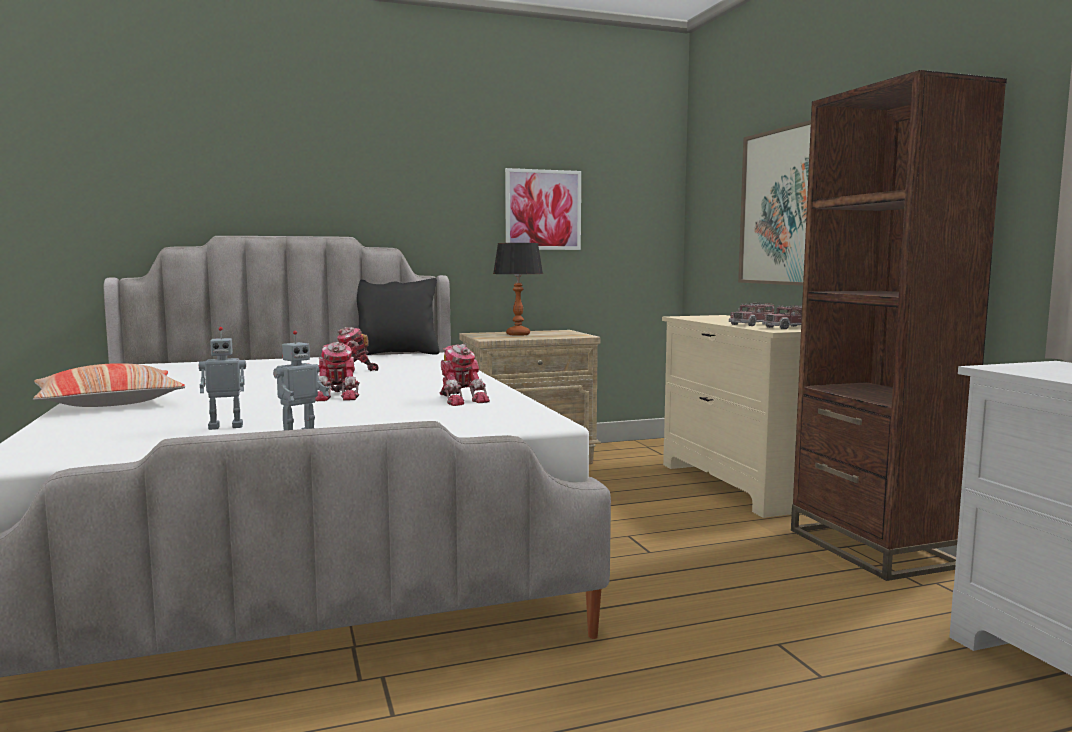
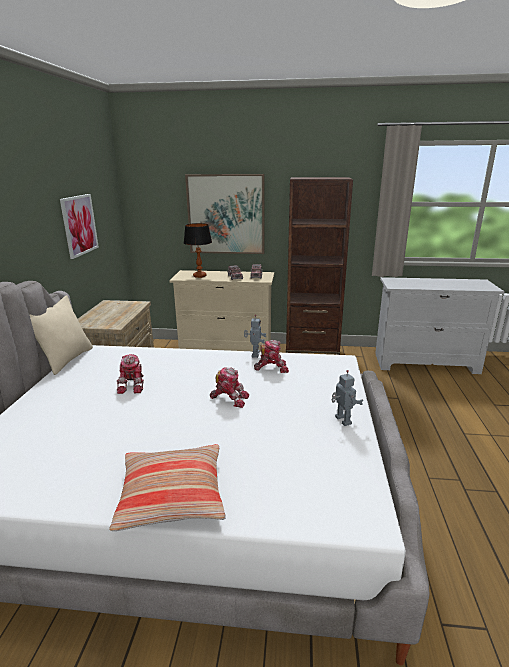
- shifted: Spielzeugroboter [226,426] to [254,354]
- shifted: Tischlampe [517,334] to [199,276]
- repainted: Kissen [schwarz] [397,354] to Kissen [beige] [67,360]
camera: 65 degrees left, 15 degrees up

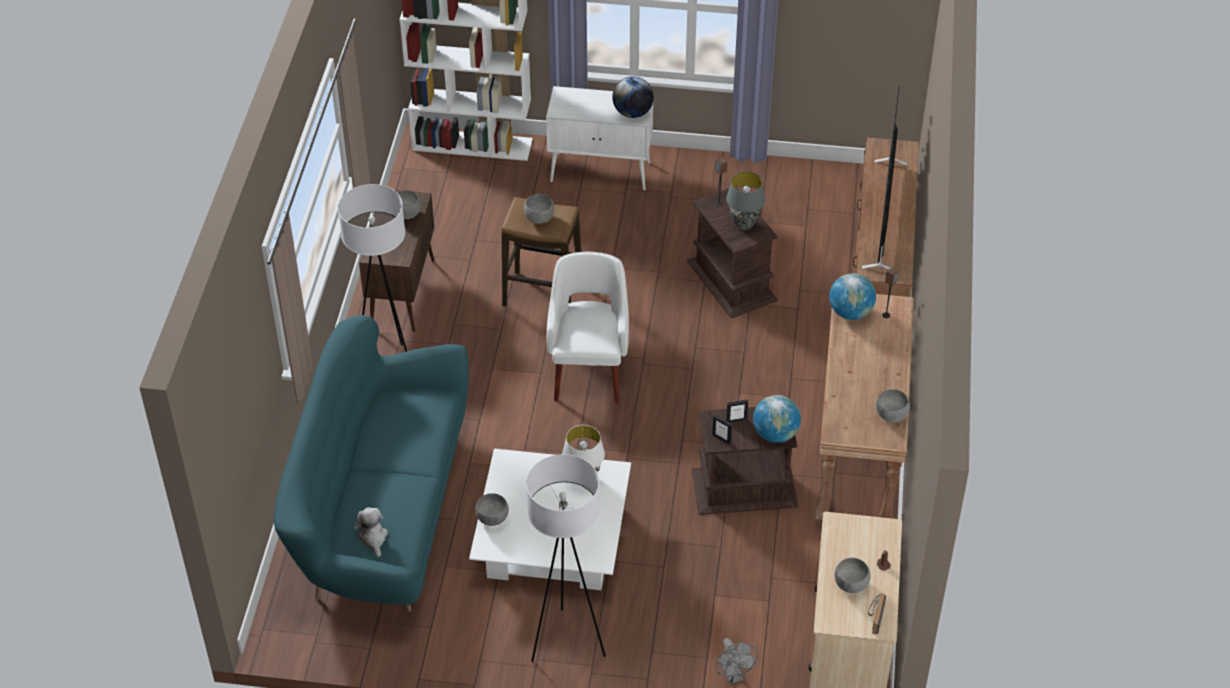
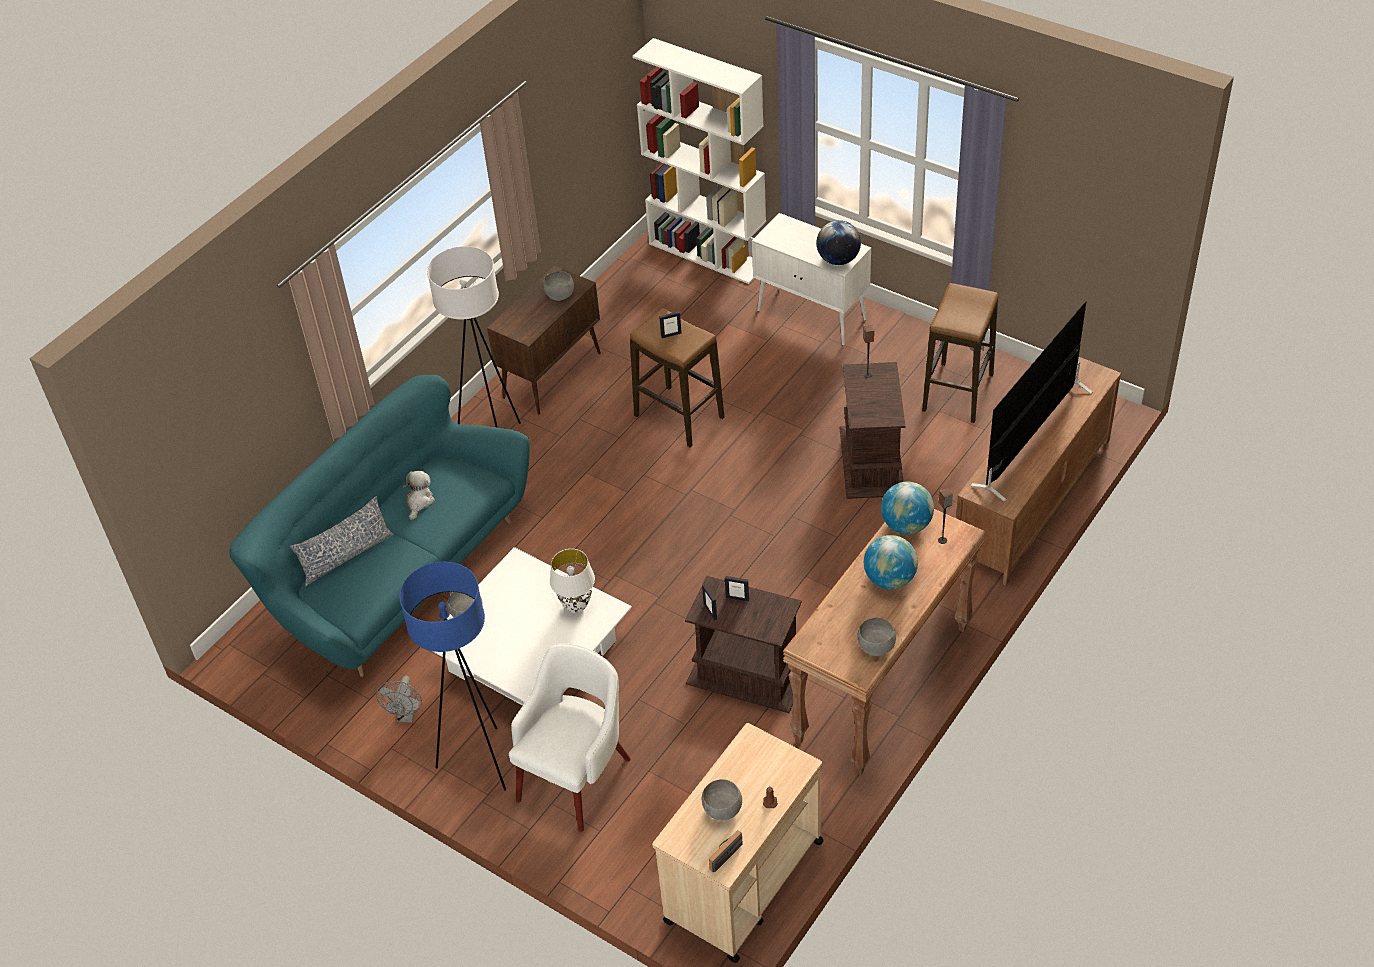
- gone: Tischlampe [grau] [744,225]
- new: Kissen [346,556]
- new: Hocker [958,393]
- shifted: Plüschtier [373,538] to [419,501]
- shifted: Sessel [weiß] [589,369] to [576,776]
- shifted: Ventilator [grau] [733,675] to [407,715]
- shifted: Globus [775,434] to [889,579]
- swapped: Schüssel [grau] [539,218] to Bilderrahmen [671,335]
- repainted: Stehlampe [weiß] [567,642] to Stehlampe [blau] [479,762]
camera: 30 degrees right, 0 degrees up

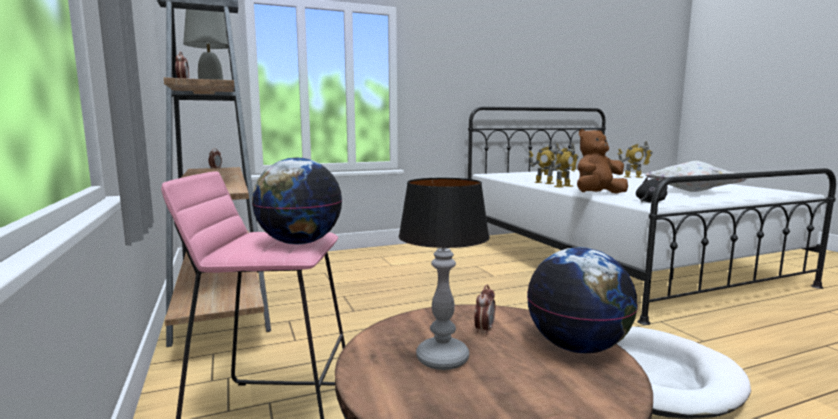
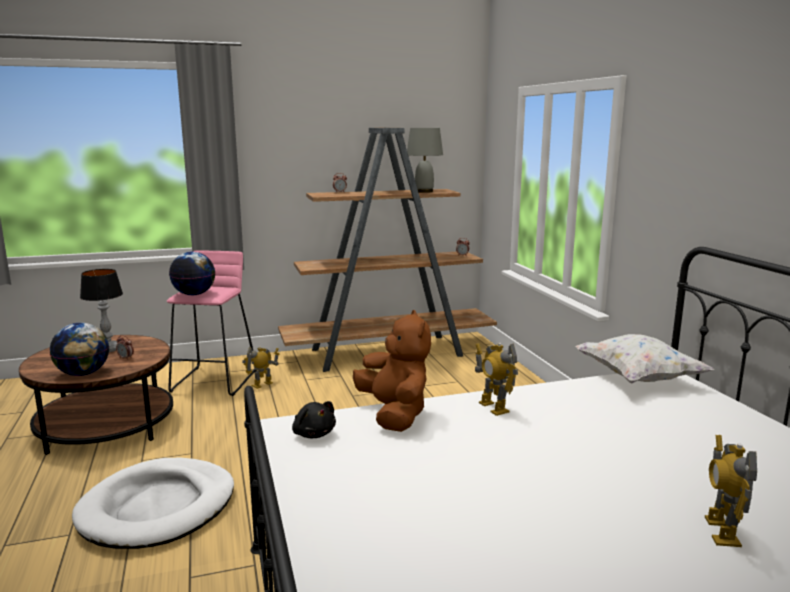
- shifted: Spielzeugroboter [544,183] to [262,384]
- shifted: Kissen [weiß] [692,191] to [637,378]
camera: 95 degrees right, 5 degrees up

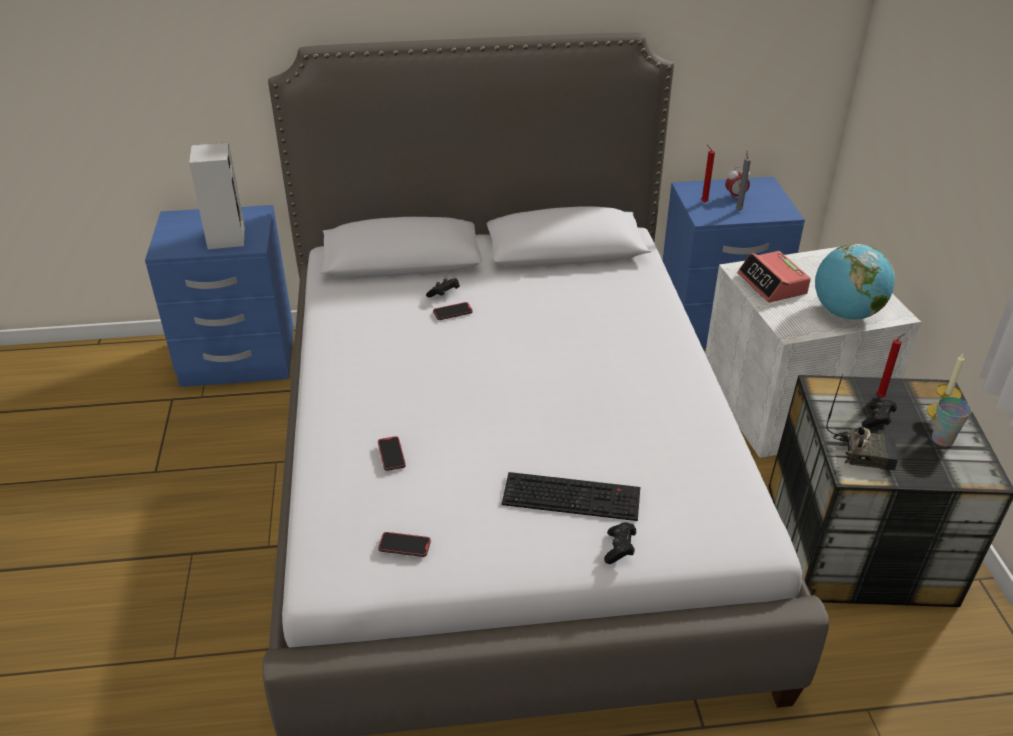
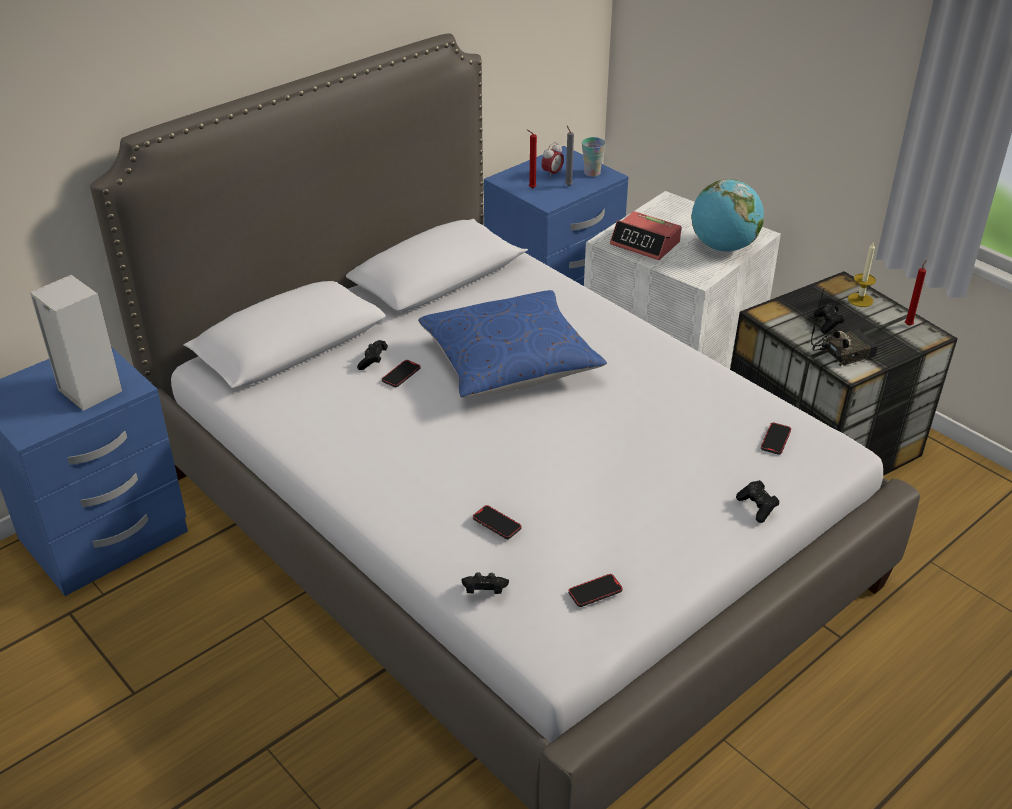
- gone: Tastatur [573,496]
- new: Kissen [blau] [509,363]
- new: Gamepad [schwarz] [484,591]
- new: Handy [775,440]
- shifted: Kerze [rot] [881,397] to [909,325]
- shifted: Tasse [942,439] to [592,173]
camera: 35 degrees left, 0 degrees up

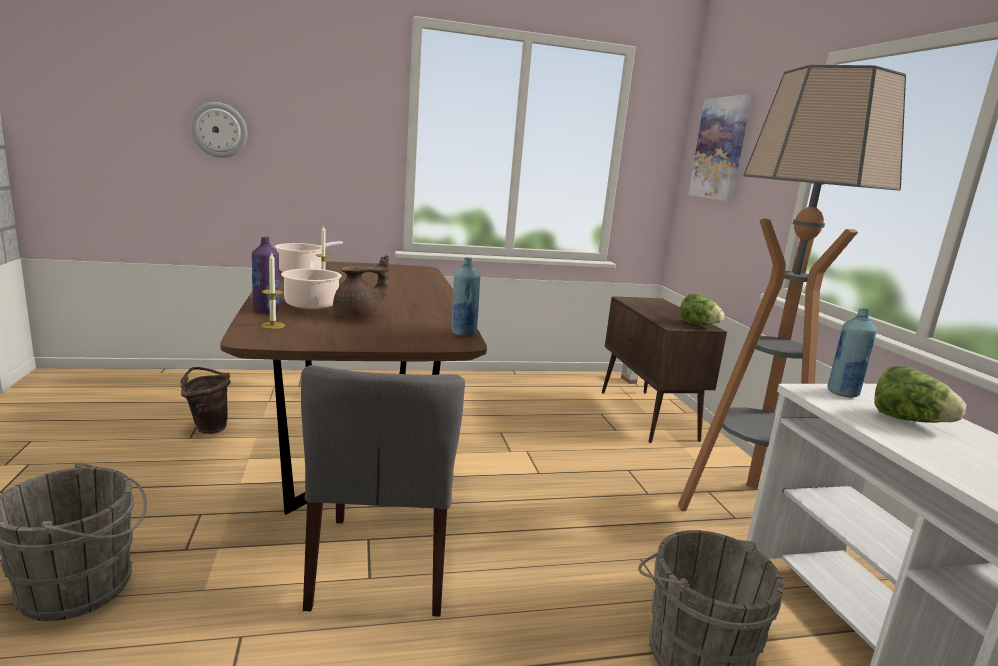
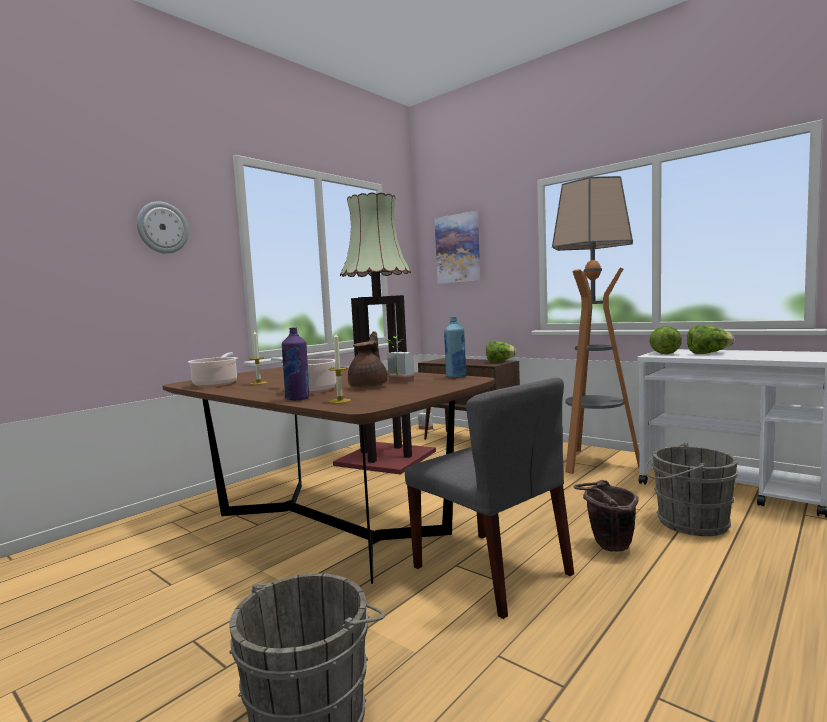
- new: Stehlampe [385,458]
- new: Topfpflanze [397,381]
- shifted: Eimer [braun] [207,427] to [607,546]
- shifted: Wanduhr [219,130] to [162,228]
- swapped: Flasche [blau] [842,393] to Salatkopf [663,353]
camera: 35 degrees left, 10 degrees down

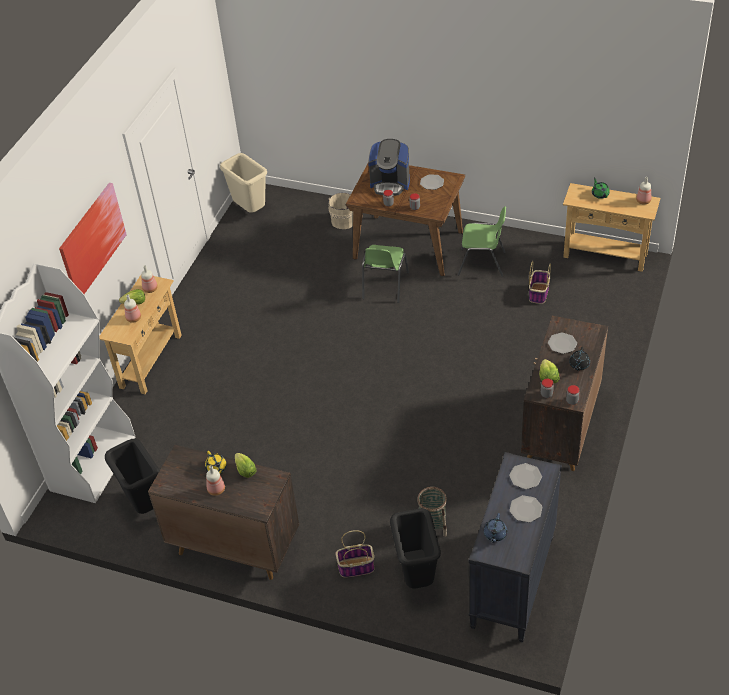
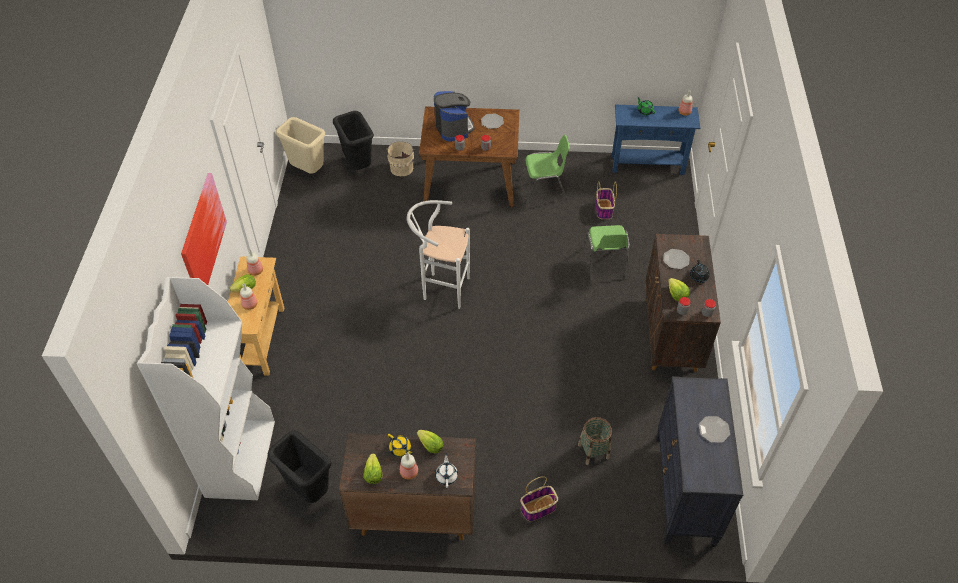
- gone: Teekanne [blau] [495,534]
- gone: Teller [525,477]
- new: Salatkopf [373,474]
- new: Hocker [weiß] [441,289]
- new: Teekanne [weiß] [447,476]
- shifted: Stuhl [grün] [384,286] to [604,264]
- shifted: Mülleimer [schwarz] [417,577] to [358,166]
- repainted: Konsolentisch [beige] [605,255] to Konsolentisch [blau] [647,165]
- rotated: Kaffeemaschine [390,183] = [453,128] 105 degrees counterclockwise
camera: 20 degrees left, 5 degrees up

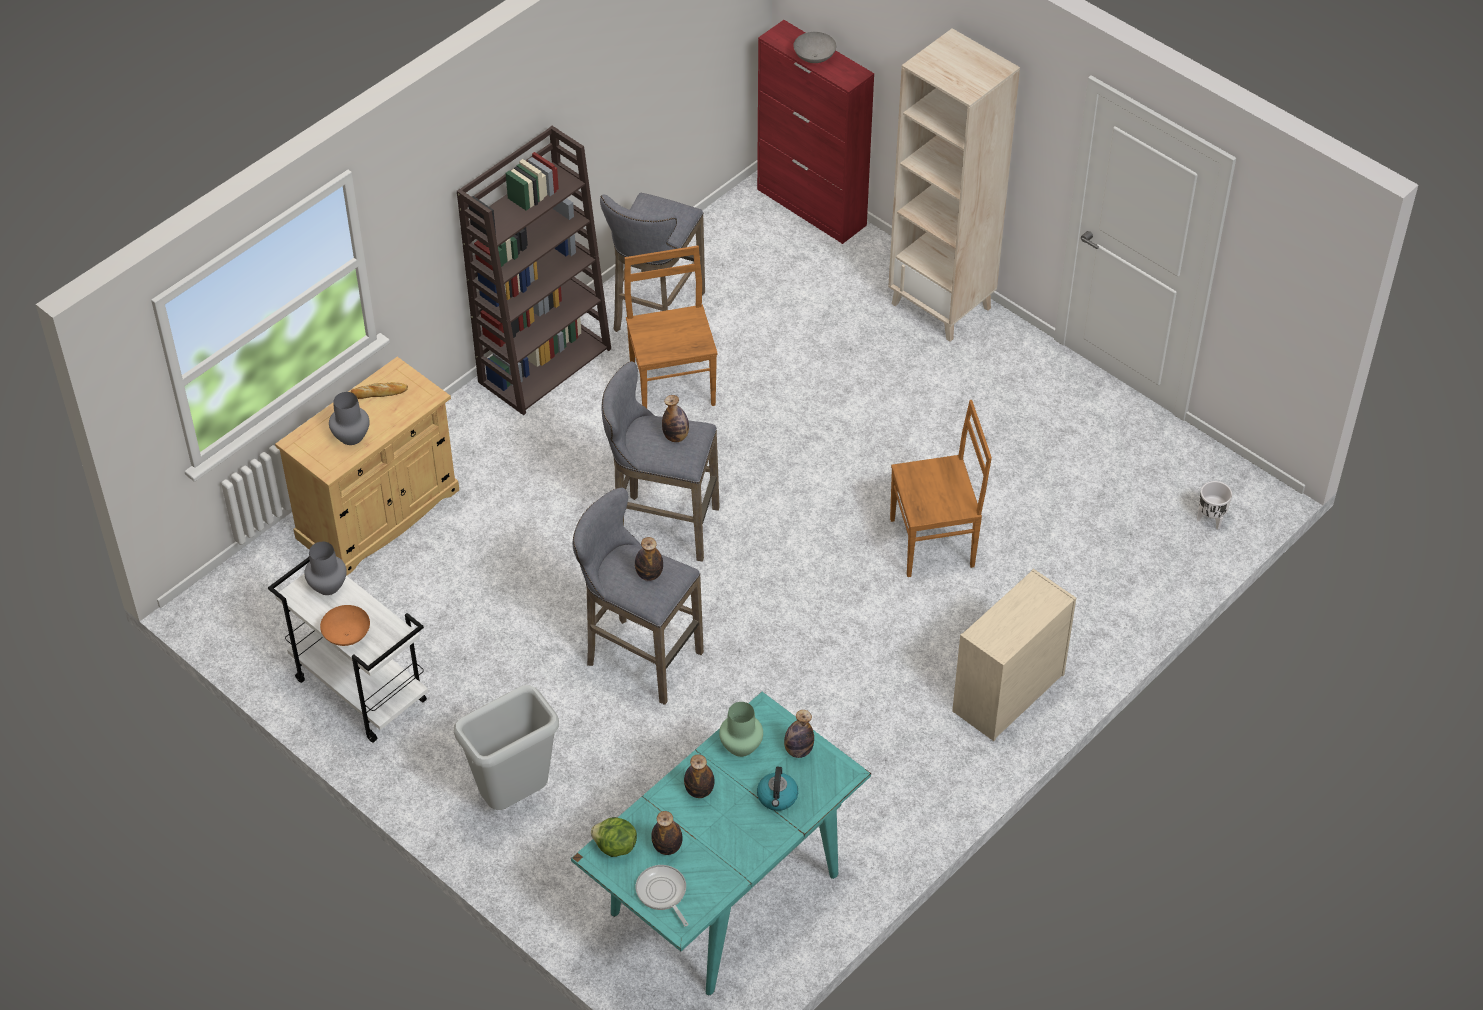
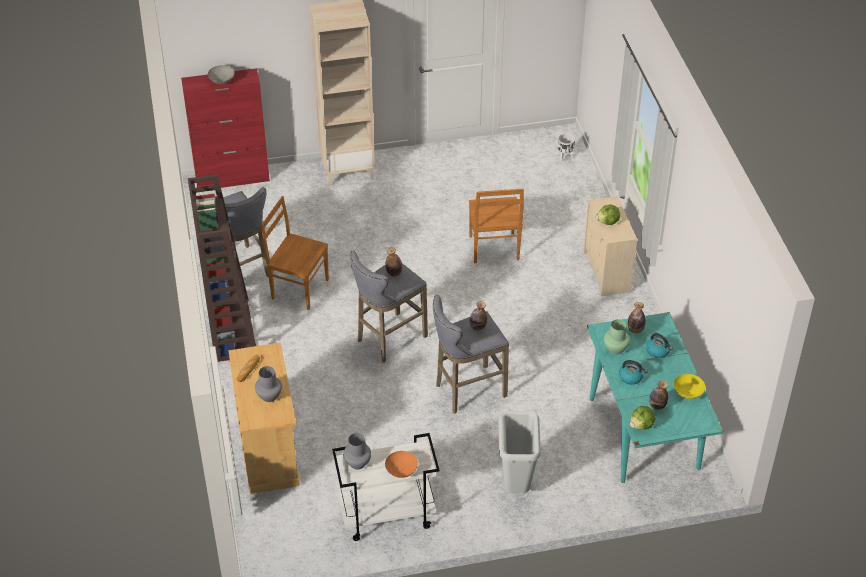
- gone: Pfanne [662,893]
- new: Salatkopf [608,222]
- new: Schüssel [gelb] [688,393]
- swapped: Flasche [699,791] to Wasserkessel [631,377]
- rotated: Stuhl [braun] [935,542] = [494,249] 150 degrees clockwise
camera: 55 degrees left, 5 degrees down

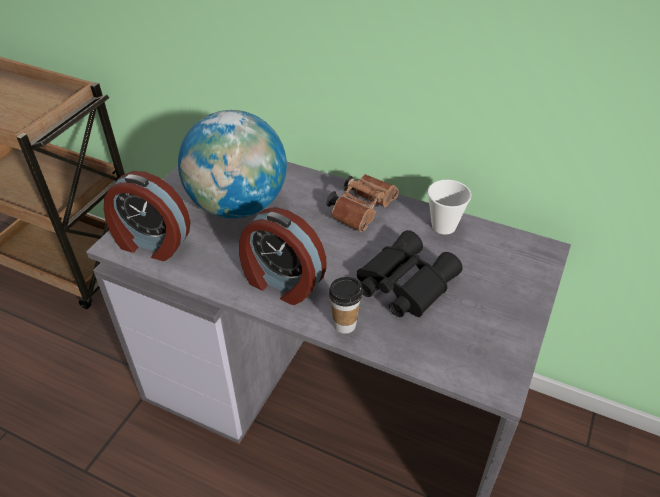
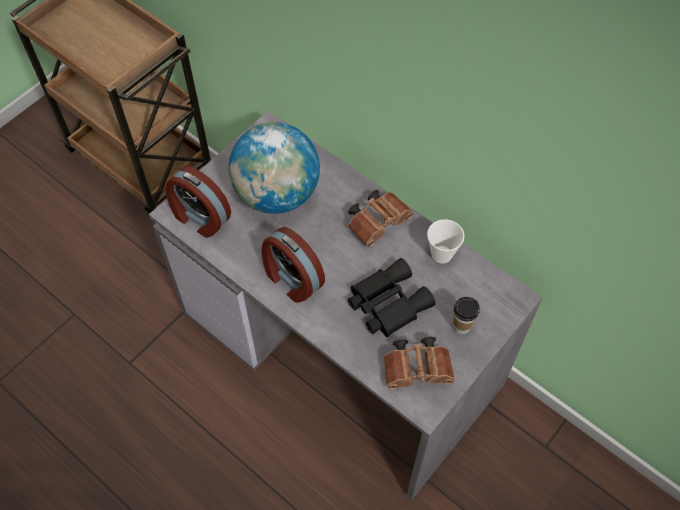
- new: Fernglas [braun] [419,369]
- shifted: Tasse [344,324] to [461,326]
camera: 15 degrees right, 15 degrees up

